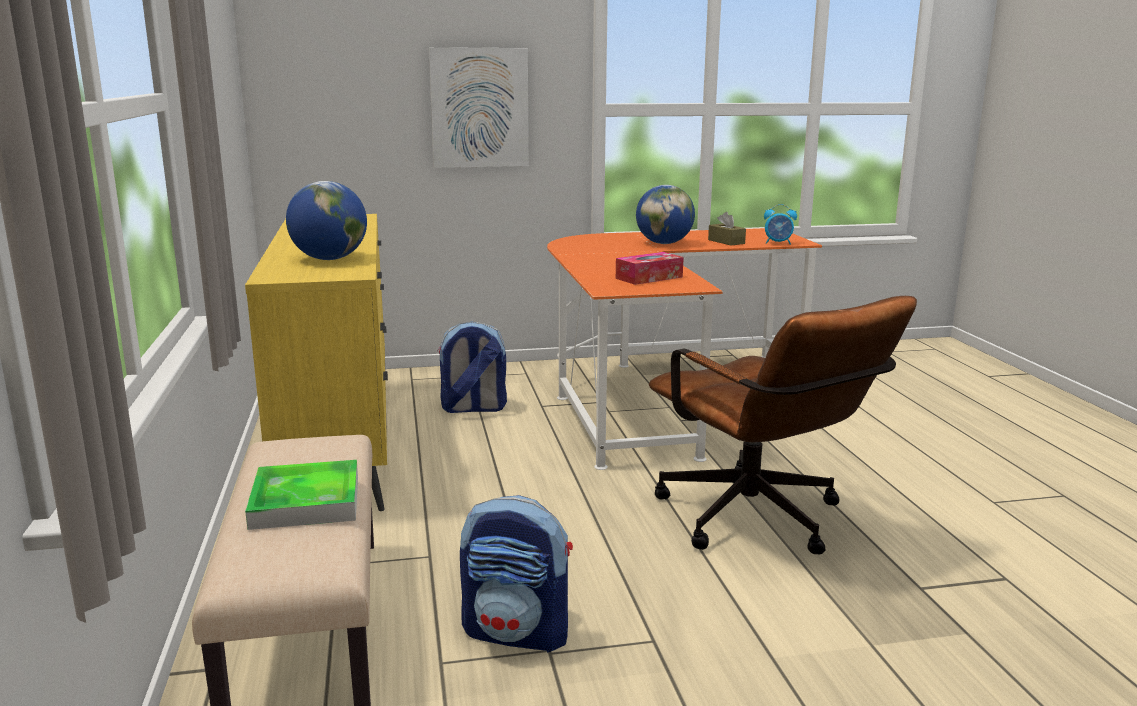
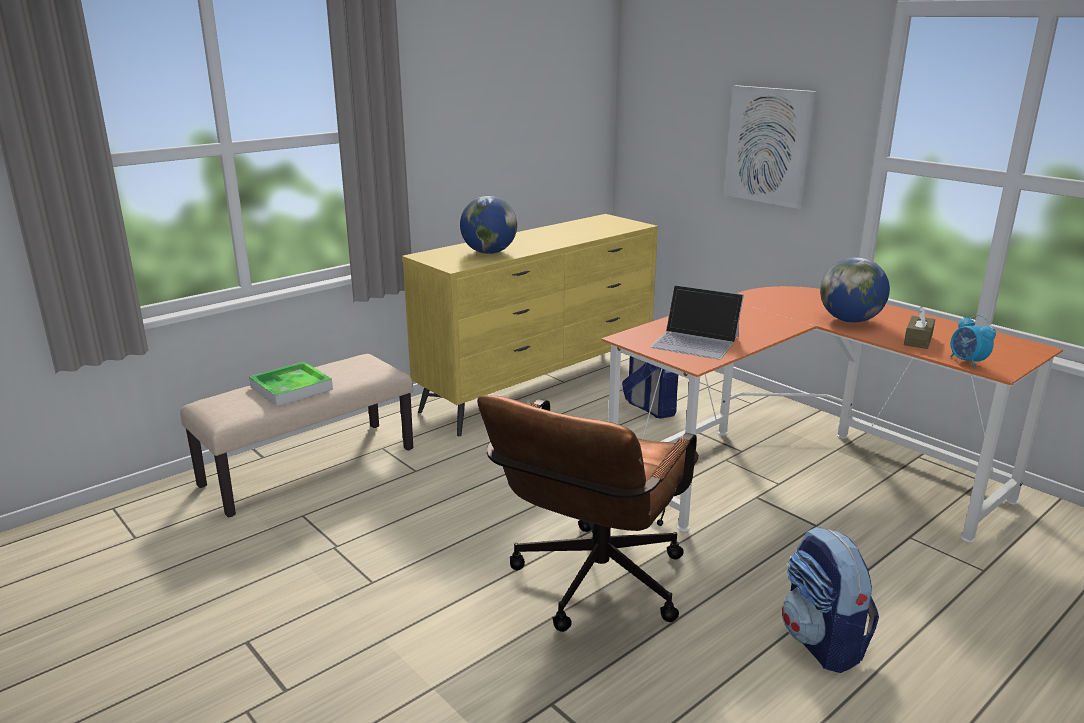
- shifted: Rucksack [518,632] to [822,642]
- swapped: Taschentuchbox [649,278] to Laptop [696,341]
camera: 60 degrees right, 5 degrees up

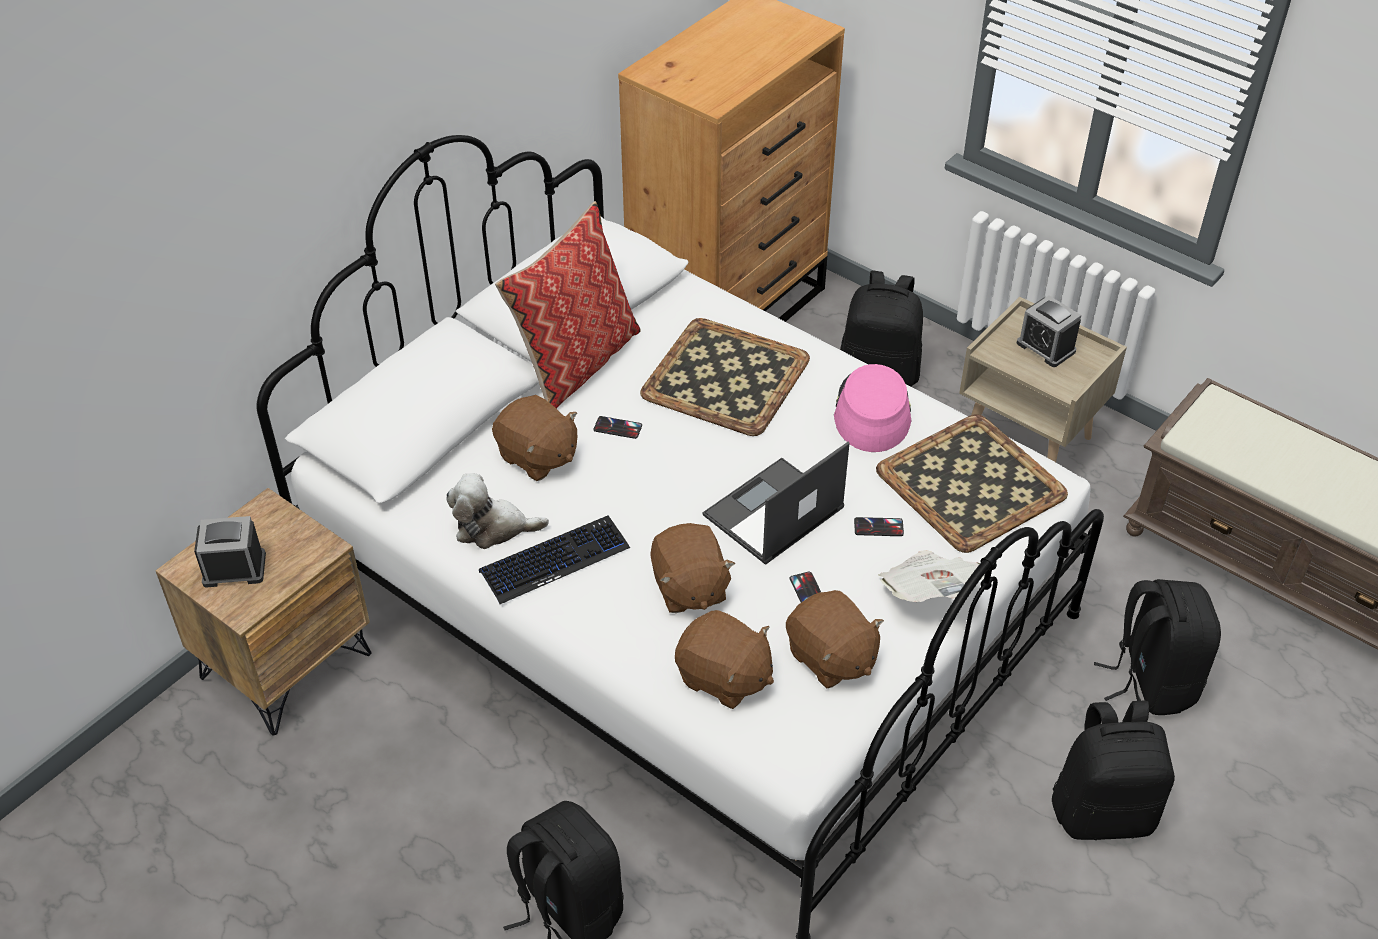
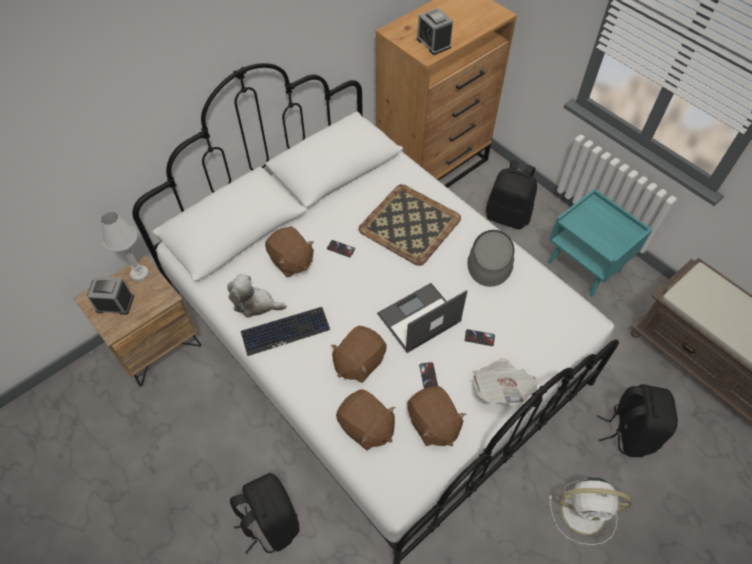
- gone: Kissen [576,362]
- gone: Tablett [972,483]
- new: Tischlampe [weiß] [140,274]
- shifted: Wecker [1046,347] to [433,43]
- swapped: Rucksack [schwarz] [1102,811] to Ventilator [weiß] [585,512]
- repainted: Hut [rosa] [872,411] to Hut [grau] [490,258]
- repainted: Nachttisch [beige] [1029,438] to Nachttisch [türkis] [585,267]
- rotated: Plüschtier [braun] [689,588] = [358,362] 45 degrees clockwise
camera: 10 degrees right, 10 degrees up

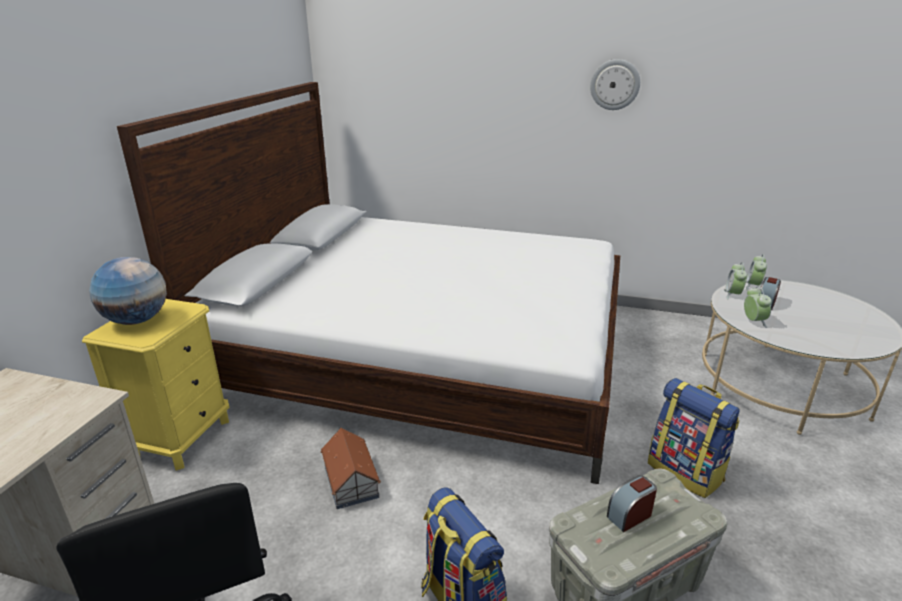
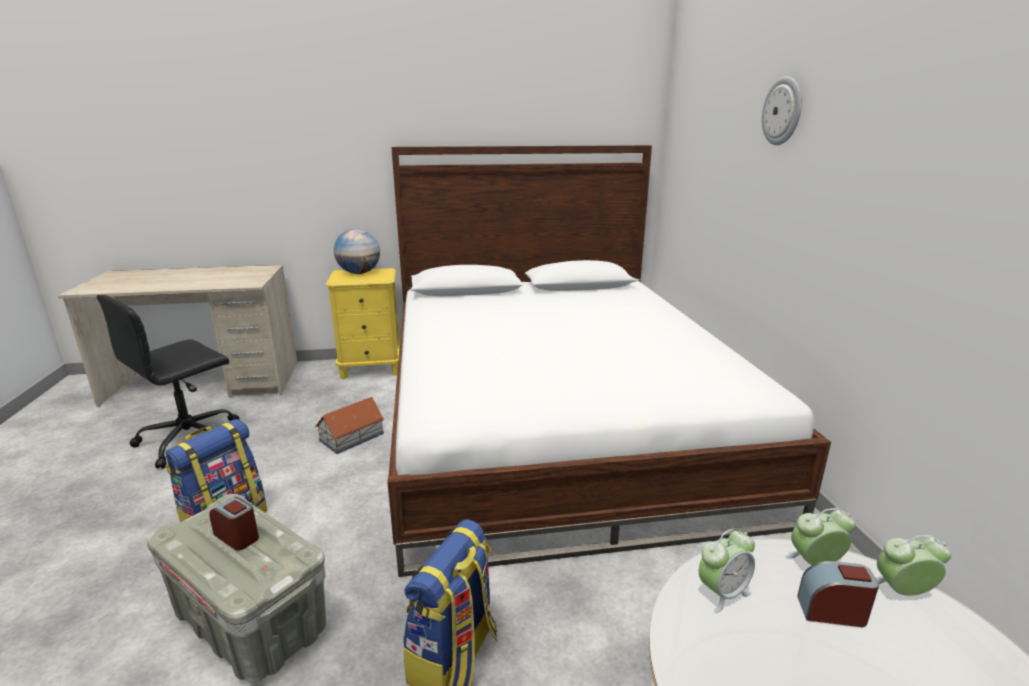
- shifted: Wanduhr [615,84] to [783,111]
camera: 65 degrees right, 5 degrees down

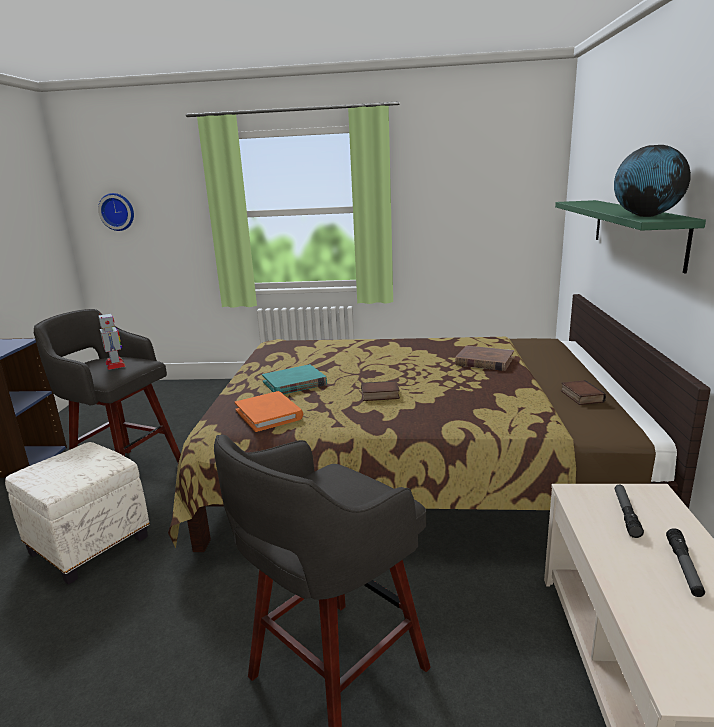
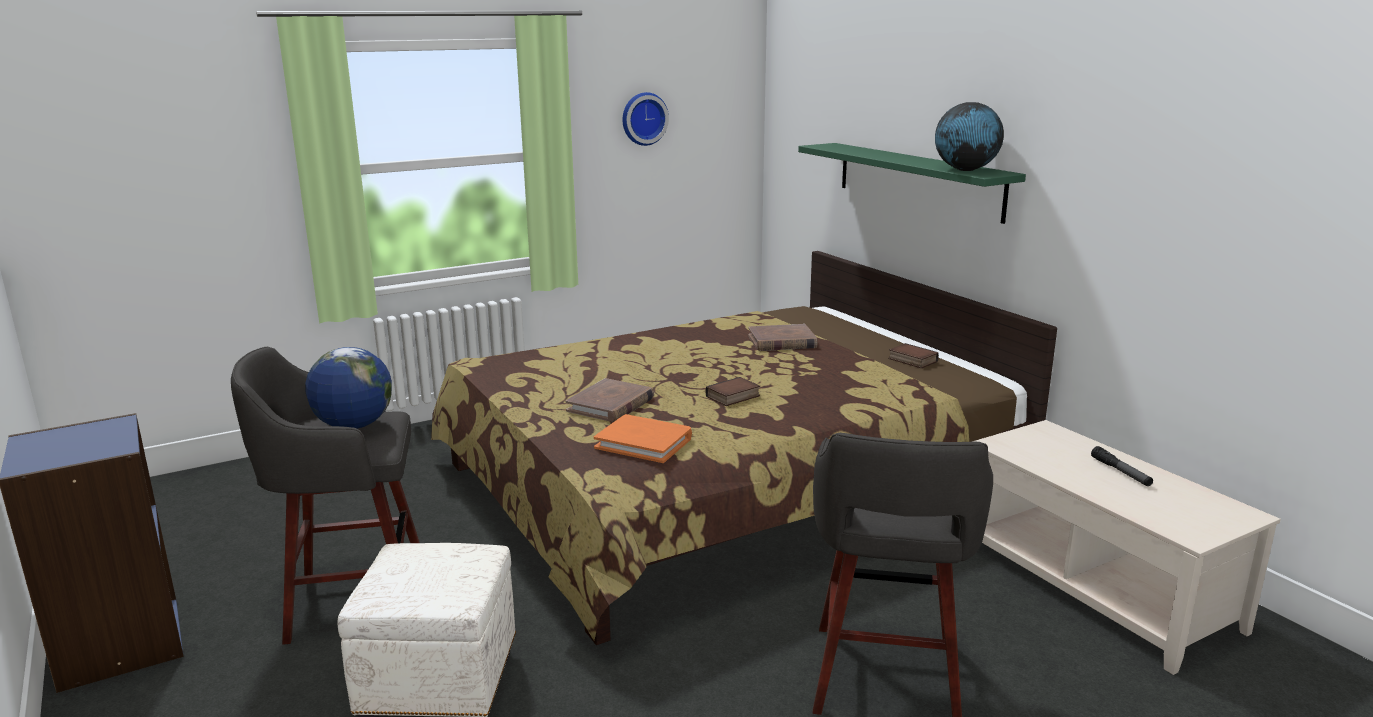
- gone: Taschenlampe [626,514]
- shifted: Wanduhr [117,211] to [643,118]
- swapped: Spielzeugroboter [115,364] to Globus [354,426]
- repainted: Buch [türkis] [294,383] to Buch [braun] [611,405]
camera: 35 degrees left, 0 degrees up

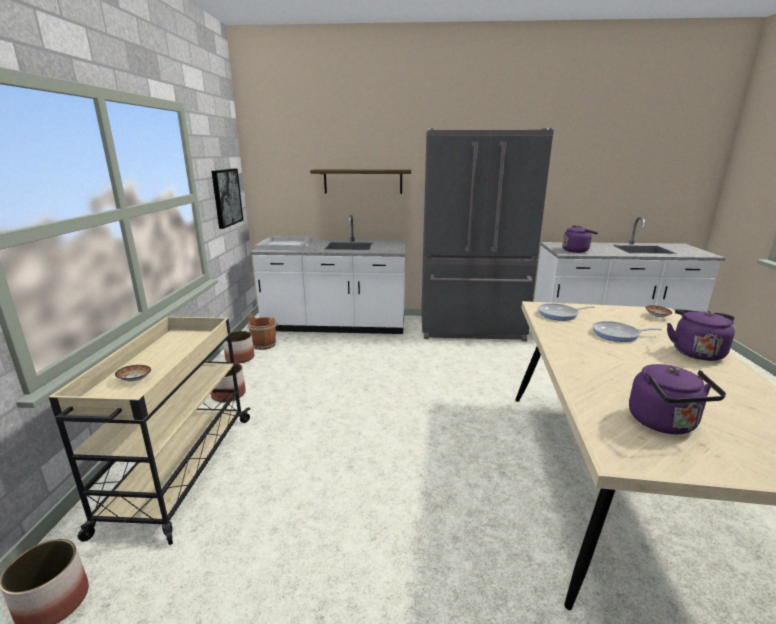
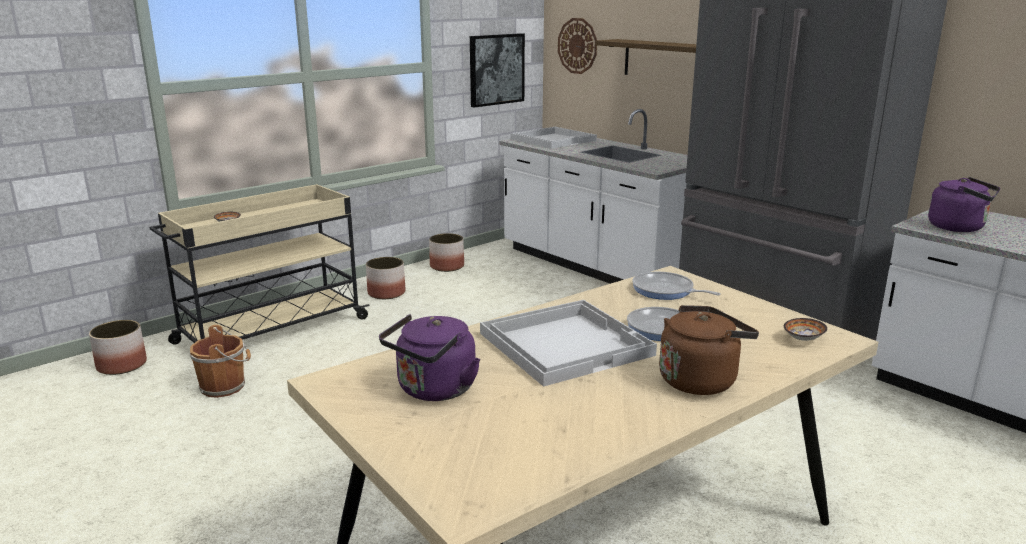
- new: Tablett [weiß] [565,343]
- new: Wanduhr [577,46]
- shifted: Eimer [braun] [264,344] to [225,386]
- repainted: Wasserkessel [lila] [696,352] to Wasserkessel [braun] [700,380]
camera: 45 degrees right, 0 degrees up

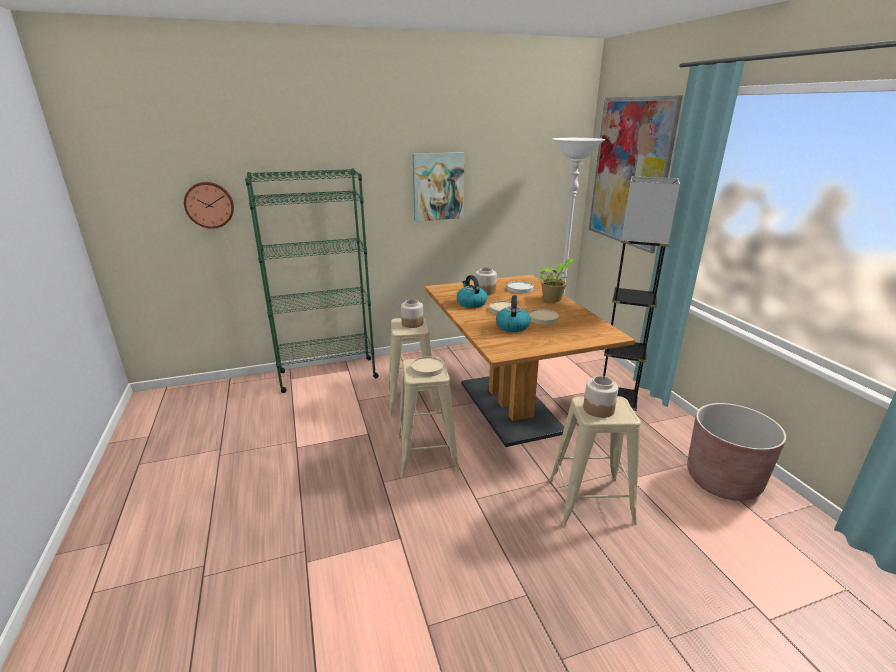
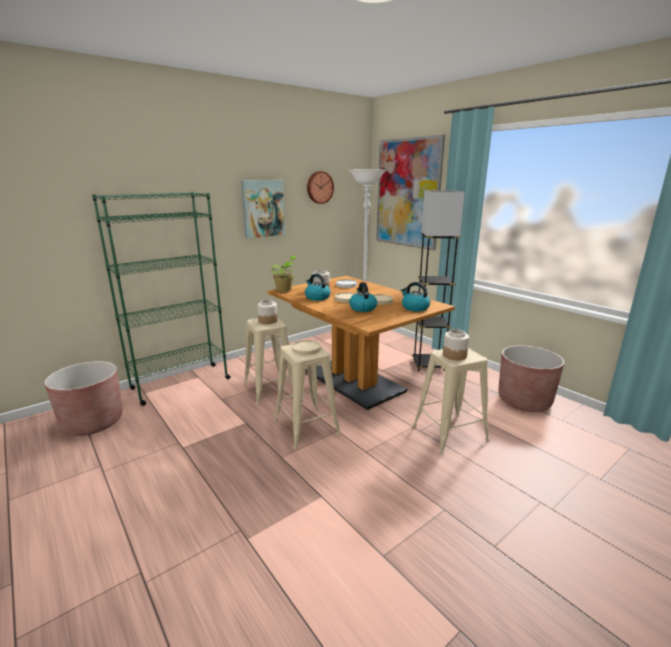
- new: Pflanzkübel [braun] [93,423]
- new: Wasserkessel [414,308]
- shifted: Wanduhr [209,205] to [319,187]
- shifted: Topfpflanze [553,300] to [285,290]
camera: 20 degrees left, 5 degrees down

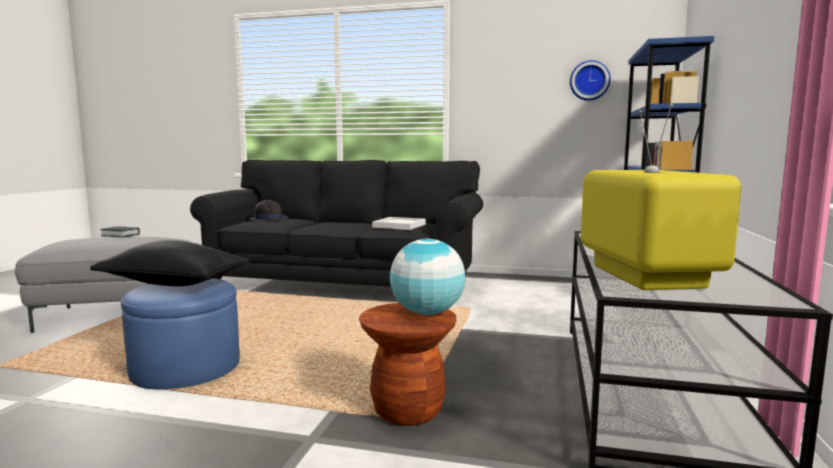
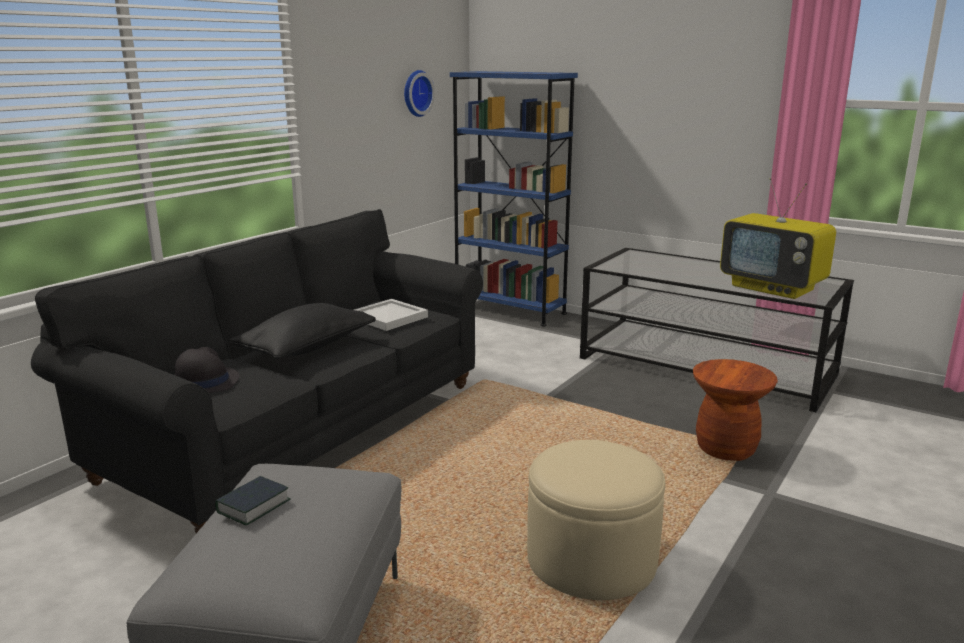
- gone: Globus [427,313]
- shifted: Kissen [schwarz] [173,283] to [306,348]
- repainted: Polsterhocker [blau] [186,368] to Polsterhocker [beige] [591,559]
- rotated: Fernseher [644,276] = [773,288] 150 degrees counterclockwise
camera: 70 degrees left, 10 degrees up

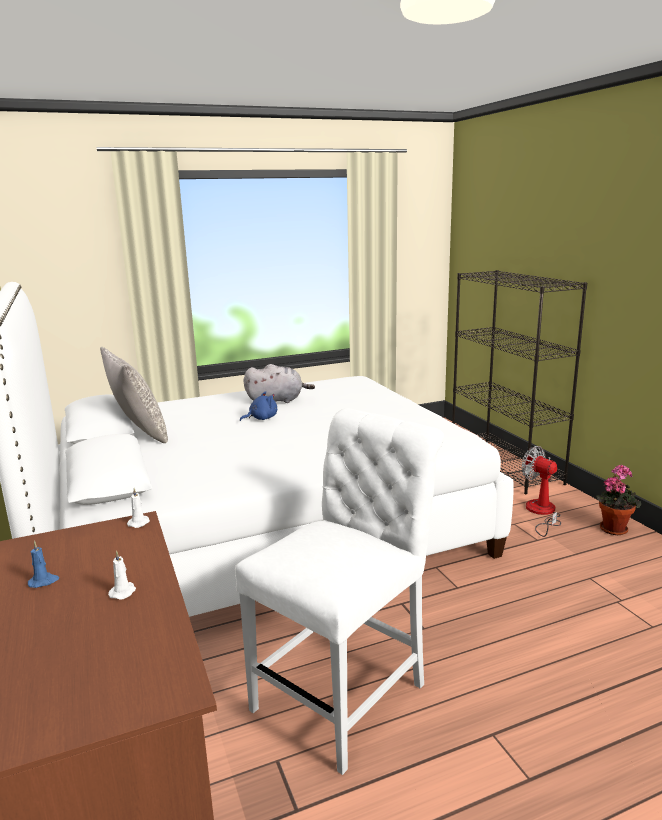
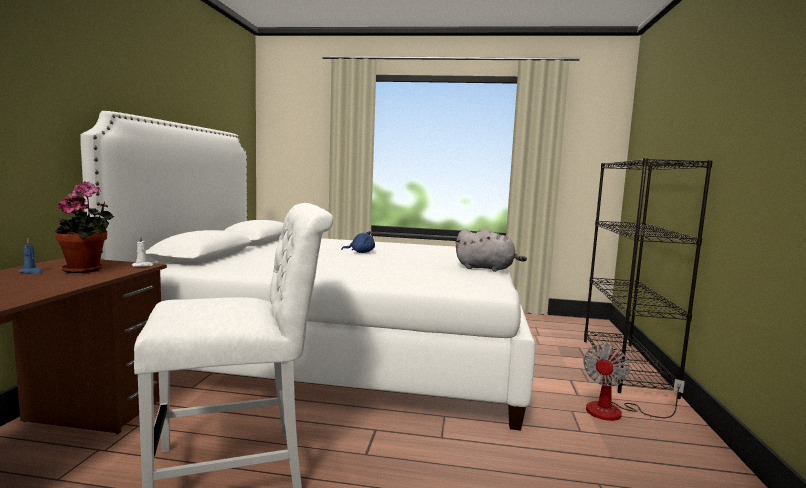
- gone: Kissen [grau] [138,432]
- gone: Kerze [weiß] [123,592]
- shifted: Plüschtier [grau] [277,401] to [487,269]
- shifted: Topfpflanze [613,528] to [87,269]
- rotated: Ventilator [541,513] = [616,412] 135 degrees counterclockwise
camera: 30 degrees right, 10 degrees down

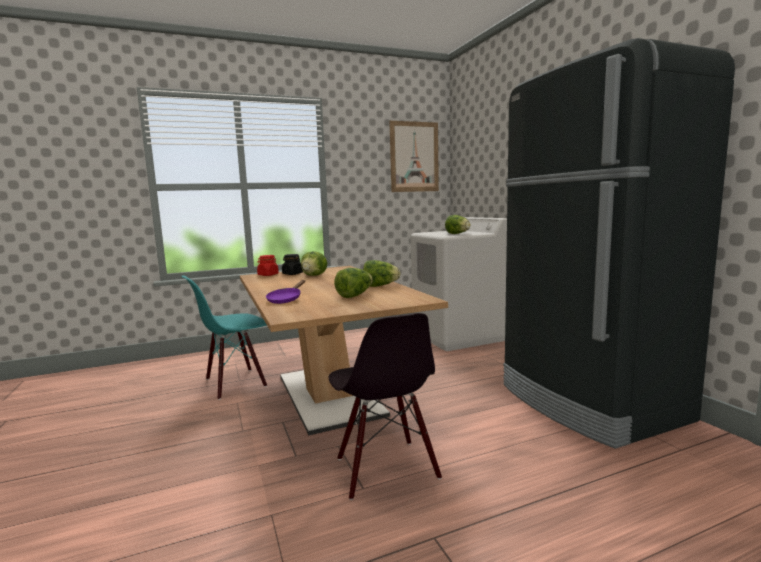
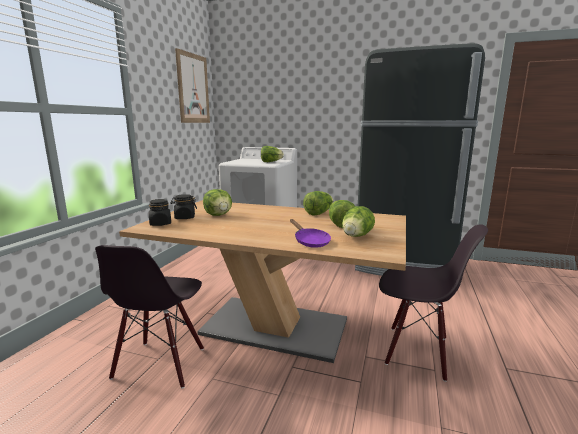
- new: Salatkopf [356,237]
- repainted: Stuhl [türkis] [235,383] to Stuhl [schwarz] [160,364]
- repainted: Vorratsglas [rot] [268,275] to Vorratsglas [schwarz] [160,224]
camera: 50 degrees left, 5 degrees up

